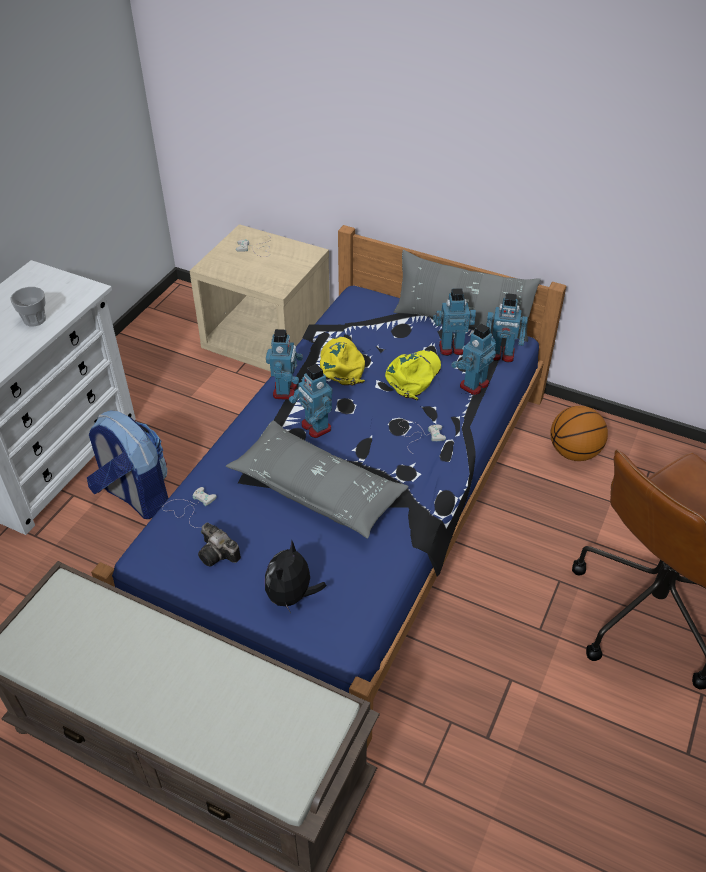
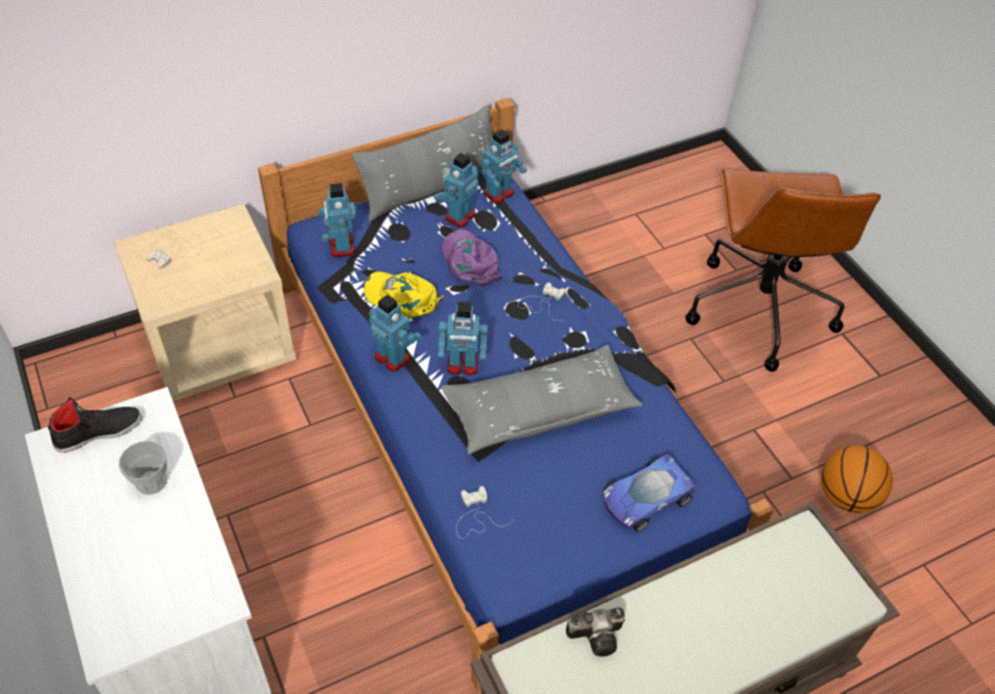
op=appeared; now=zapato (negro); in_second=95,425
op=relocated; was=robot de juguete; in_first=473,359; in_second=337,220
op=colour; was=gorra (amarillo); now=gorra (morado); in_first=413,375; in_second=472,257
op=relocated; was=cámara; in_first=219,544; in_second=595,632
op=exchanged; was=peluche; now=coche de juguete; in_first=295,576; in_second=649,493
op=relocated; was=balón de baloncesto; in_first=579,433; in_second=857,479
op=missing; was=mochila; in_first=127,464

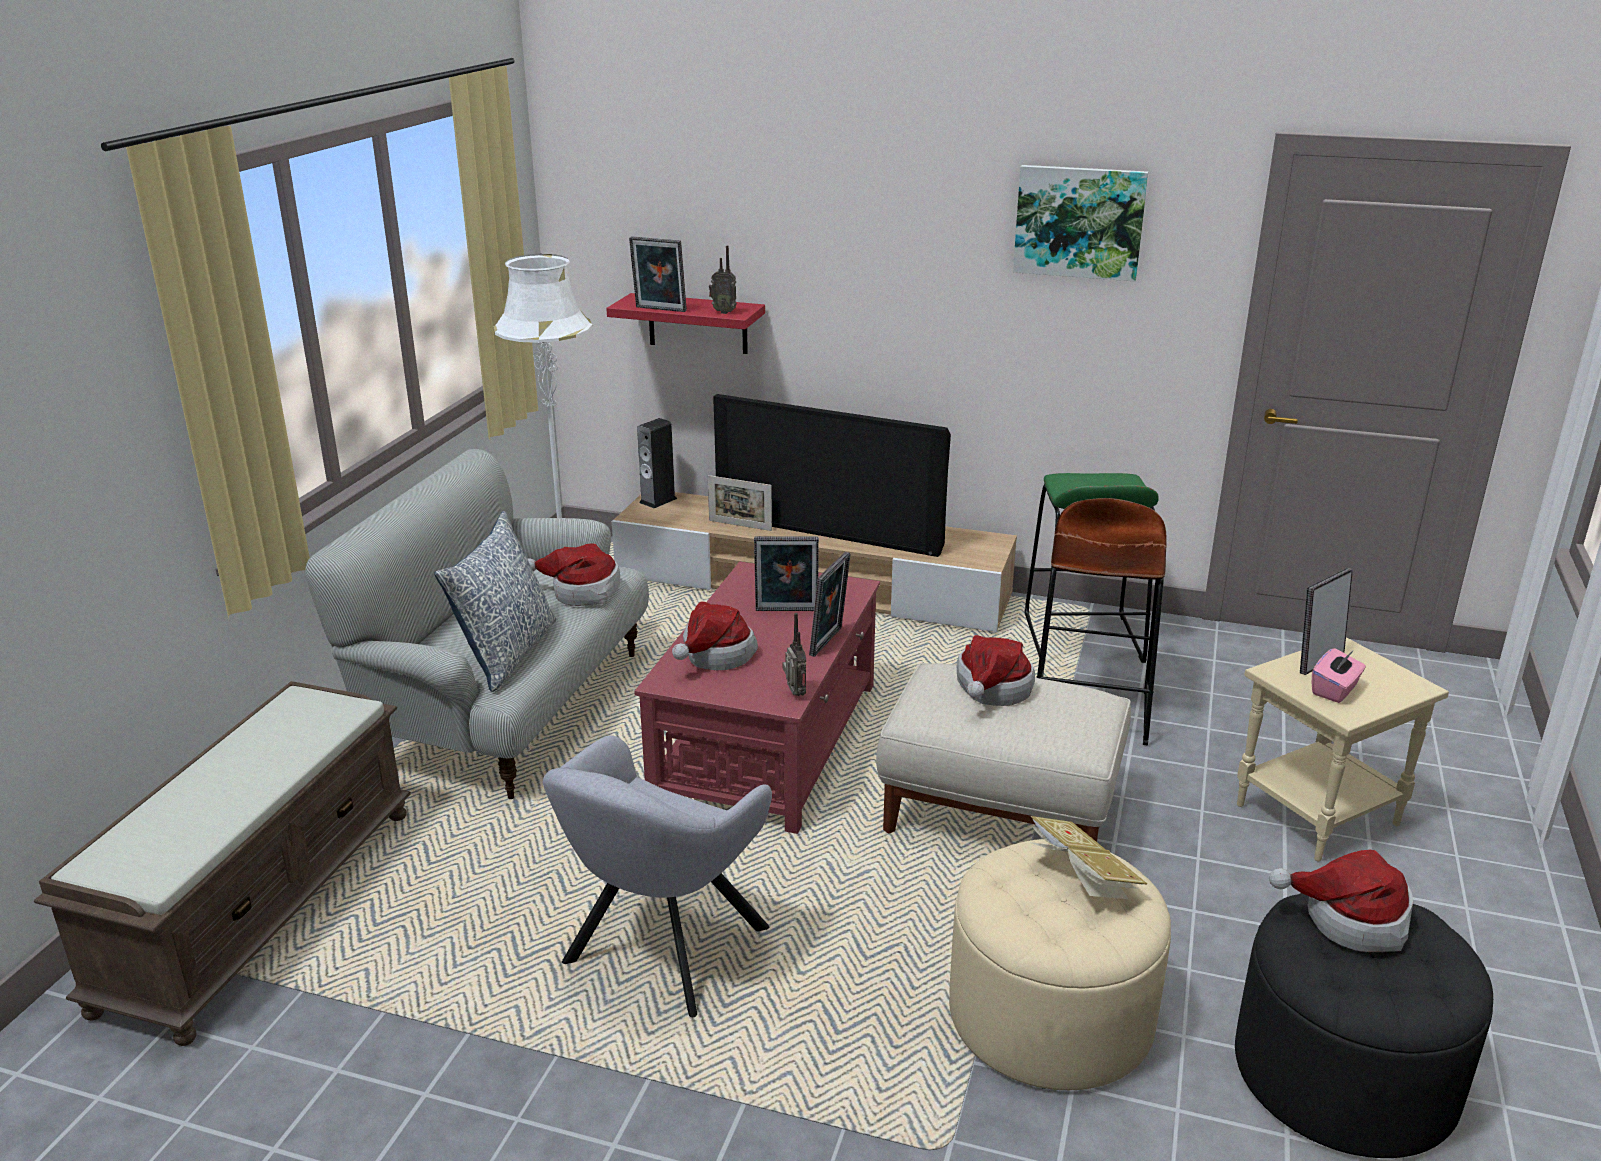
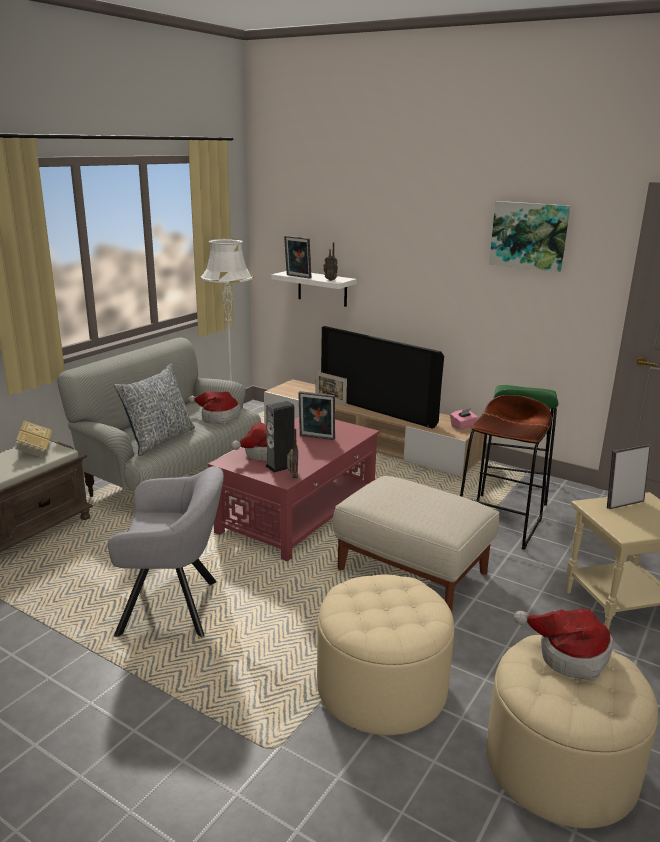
op=relocated; was=libro; in_first=1088,858; in_second=33,439
op=spun; was=sillón (gris); in_first=657,876; in_second=166,551; clockwise=-135
op=relocated; was=altavoz; in_first=657,463; in_second=280,437
op=colour; was=estante (rojo); now=estante (blanco); in_first=685,323; in_second=314,289
op=relocated; was=caja de pañuelos (rosa); in_first=1339,675; in_second=464,419
op=colour; was=puf (negro); now=puf (beis); in_first=1364,1025; in_second=572,732
op=missing; was=portarretratos; in_first=830,604
op=missing; was=sombrero; in_first=996,670

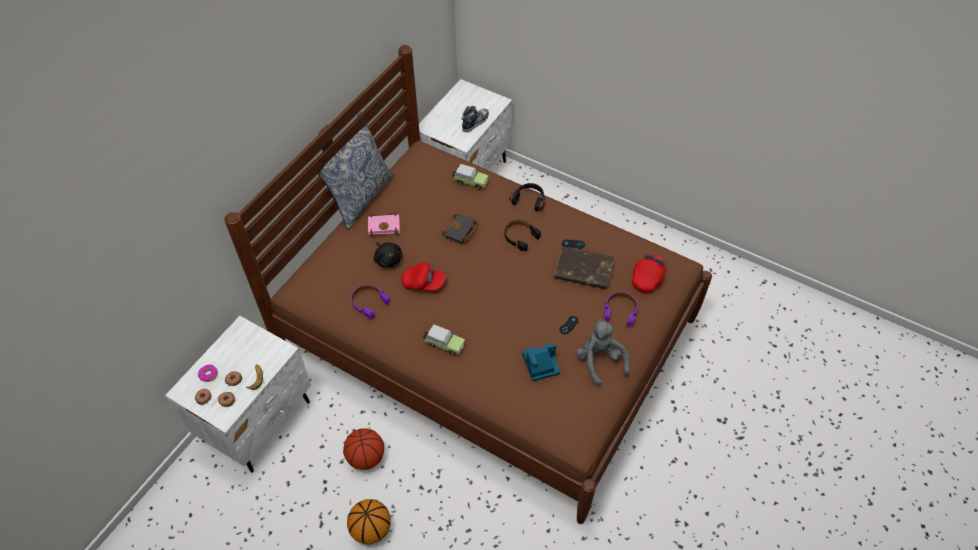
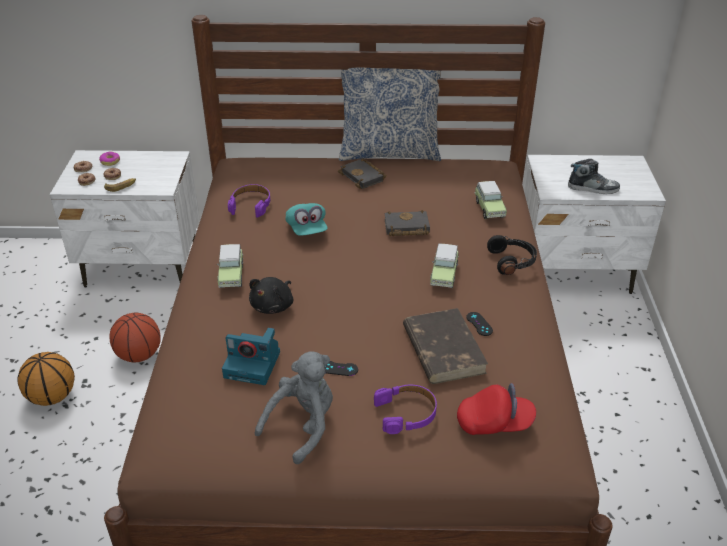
op=spun; was=cámara; in_first=541,362; in_second=251,356; clockwise=150
op=relocated; was=peluche (negro); in_first=388,255; in_second=271,295
op=colour; was=gorra (rojo); now=gorra (turquesa); in_first=423,276; in_second=306,219
op=colour; was=libro (rosa); now=libro (negro); in_first=384,224; in_second=362,174
op=exchanged; was=auriculares (negro); now=coche de juguete; in_first=522,235; in_second=444,265

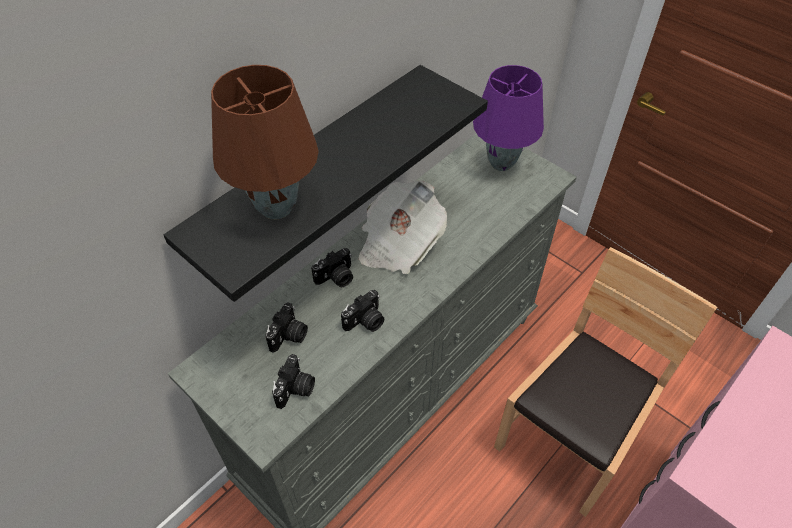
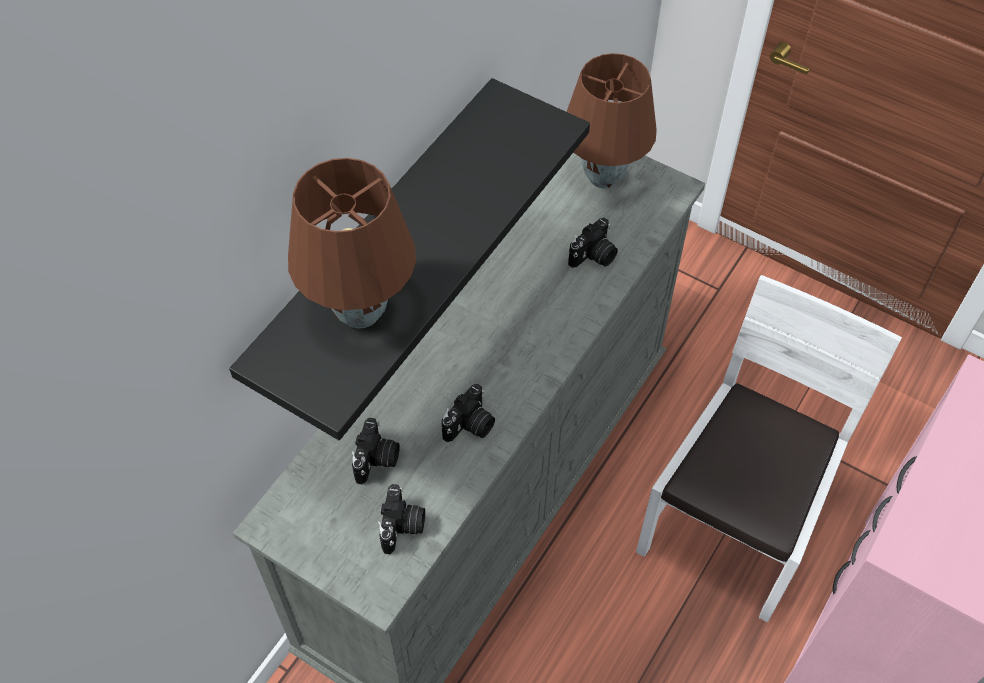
op=colour; was=lámpara de mesa (morado); now=lámpara de mesa (marrón); in_first=508,118; in_second=612,121
op=relocated; was=cámara; in_first=332,267; in_second=593,243
op=colour; was=silla (marrón); now=silla (blanco); in_first=605,382; in_second=769,448
op=missing; was=periódico; in_first=402,227

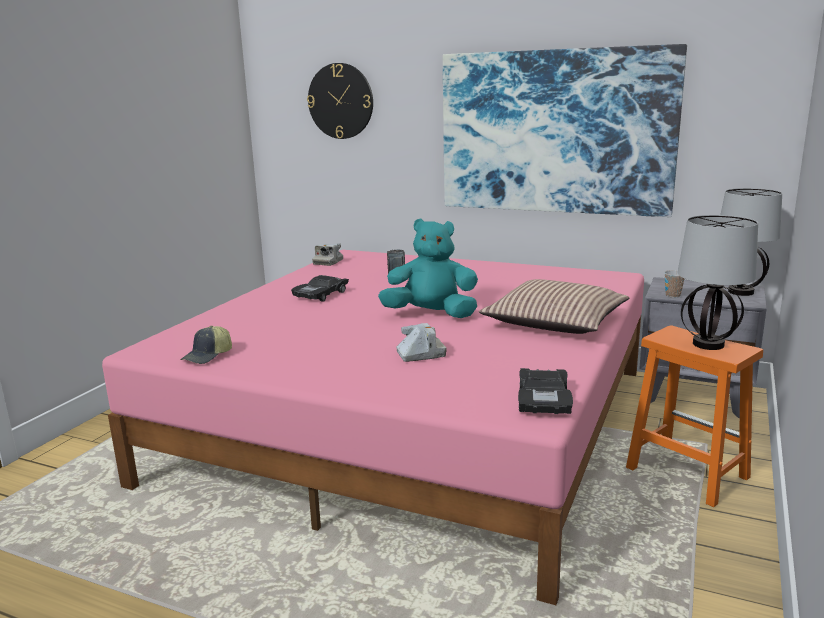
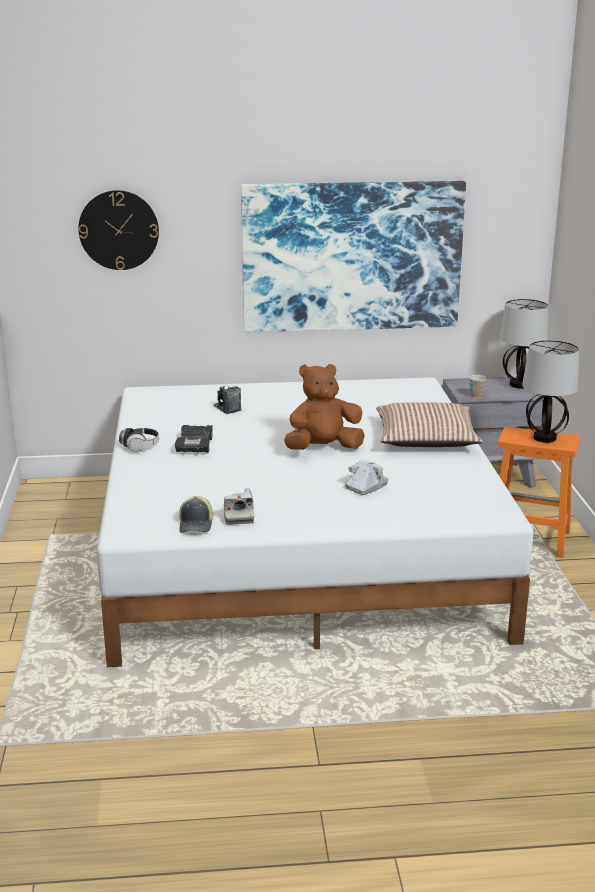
op=colour; was=cama (rosa); now=cama (blanco); in_first=373,427; in_second=314,522
op=appeared; now=auriculares; in_second=139,440
op=relocated; was=cámara; in_first=327,254; in_second=239,506
op=colour; was=peluche (turquesa); now=peluche (marrón); in_first=428,268; in_second=324,407
op=missing; was=coche de juguete (negro); in_first=545,391

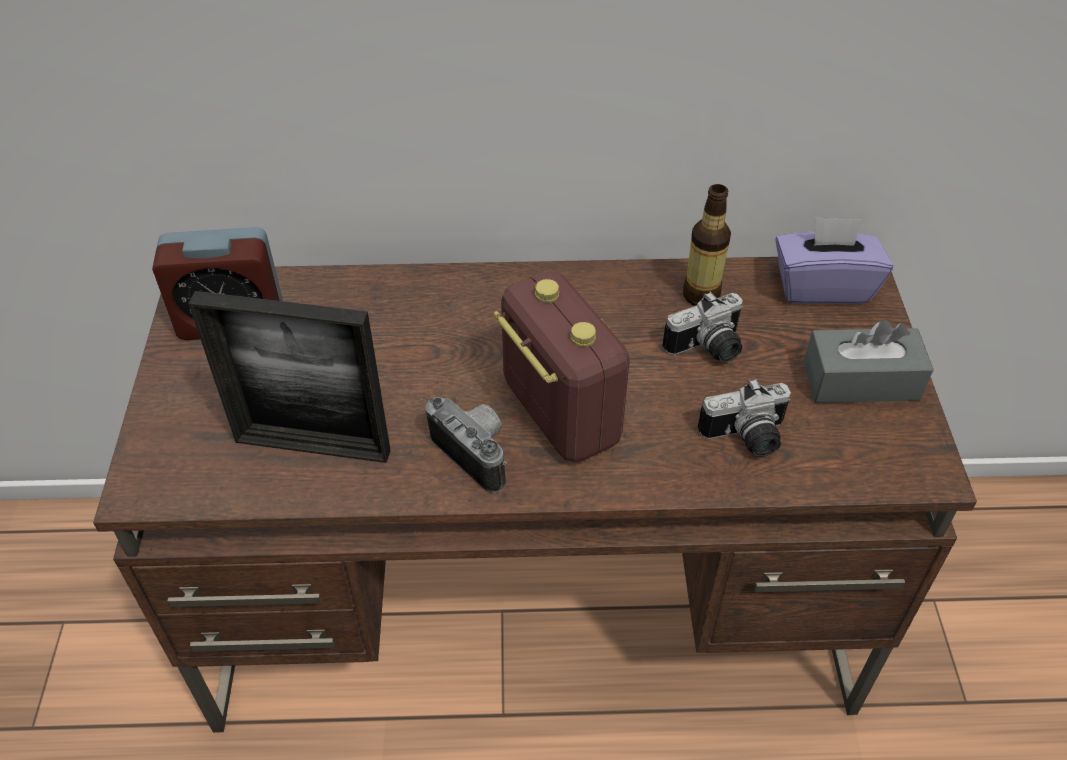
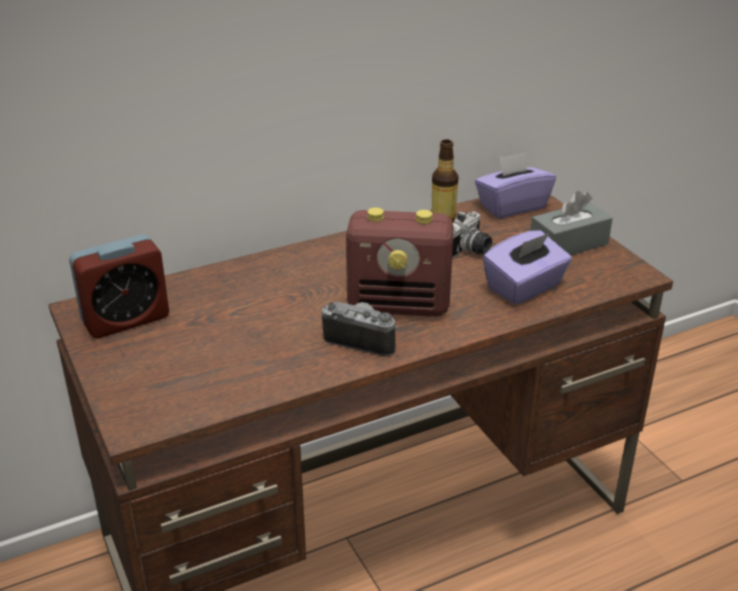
op=spun; was=radio; in_first=562,366; in_second=400,262; clockwise=150
op=exchanged; was=cámara; now=caja de pañuelos (morado); in_first=744,418; in_second=527,267
op=missing; was=portarretratos; in_first=289,377

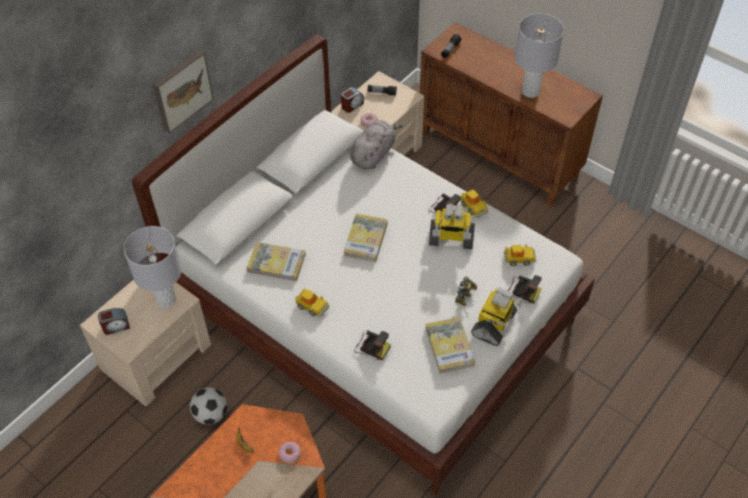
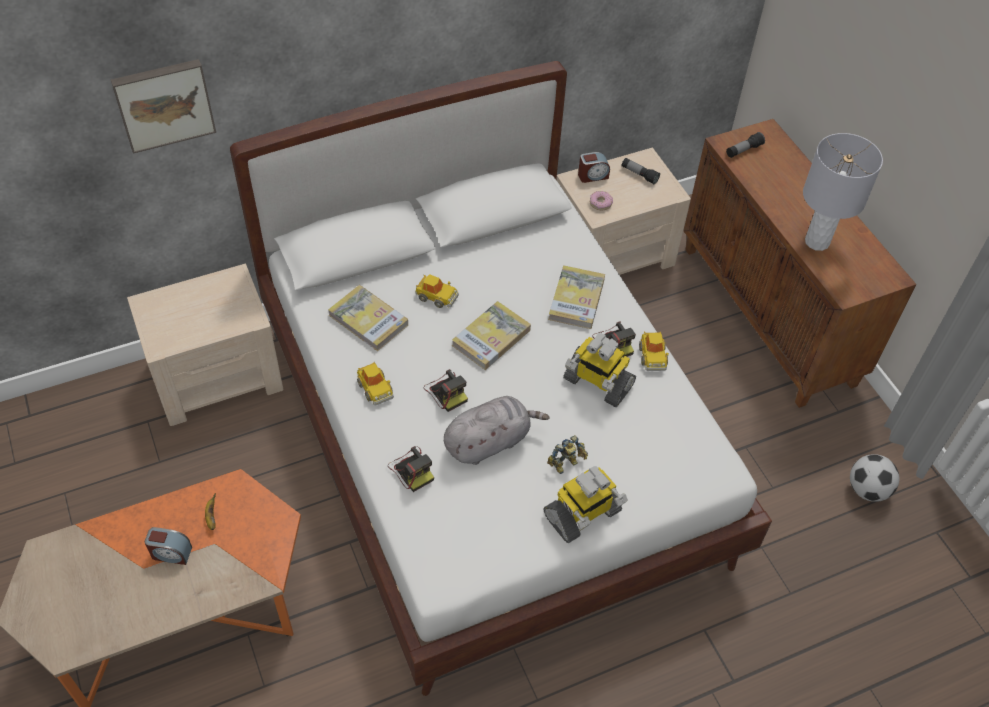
op=relocated; was=cuadro; in_first=183,91; in_second=163,106
op=relocated; was=despertador; in_first=114,321; in_second=168,546
op=relocated; was=coche de juguete; in_first=519,255; in_second=437,291
op=relocated; was=cámara; in_first=525,289; in_second=446,390
op=relocated; was=peluche (gris); in_first=376,144; in_second=497,430
op=relocated; was=libro; in_first=450,345; in_second=576,297
op=relocated; was=balón de fútbol; in_first=208,406; in_second=874,478
op=missing; was=lámpara de mesa (gris); in_first=153,267
op=missing; was=rosquilla; in_first=290,453

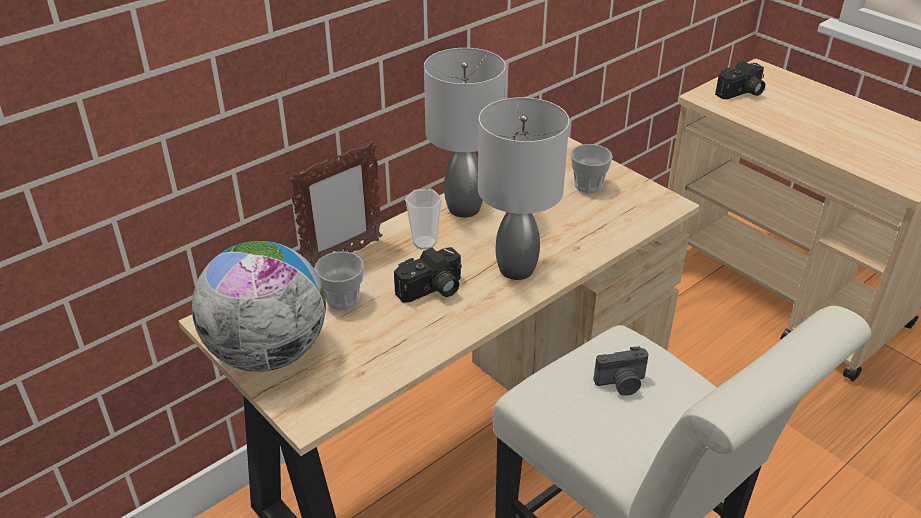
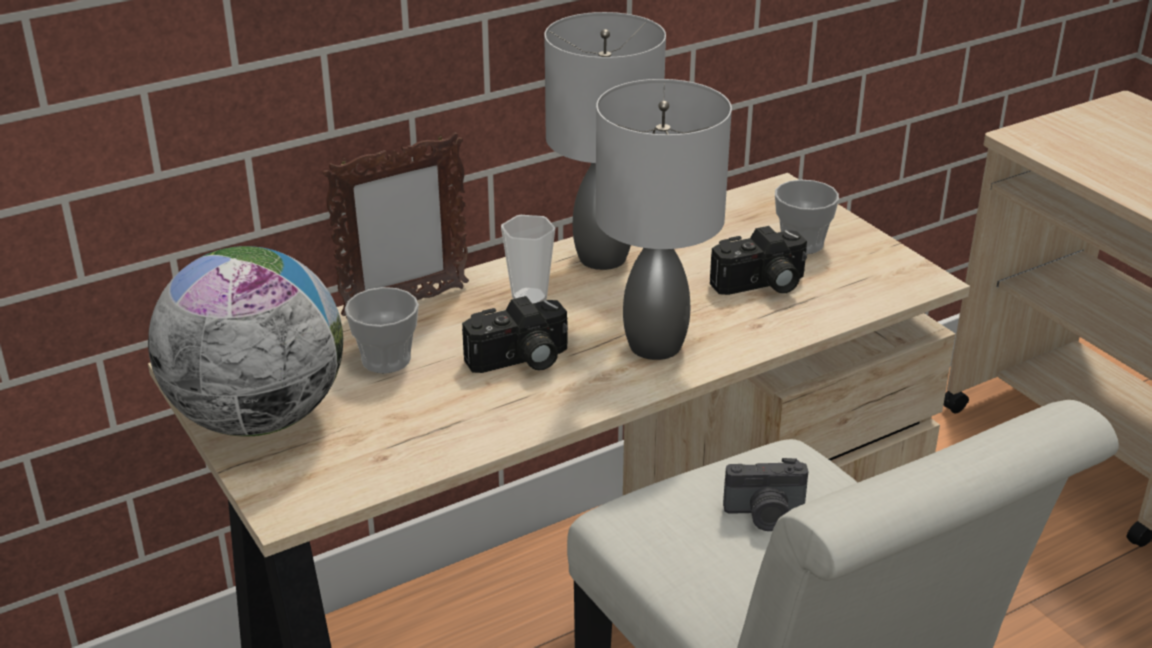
op=relocated; was=cámara; in_first=740,80; in_second=758,260

